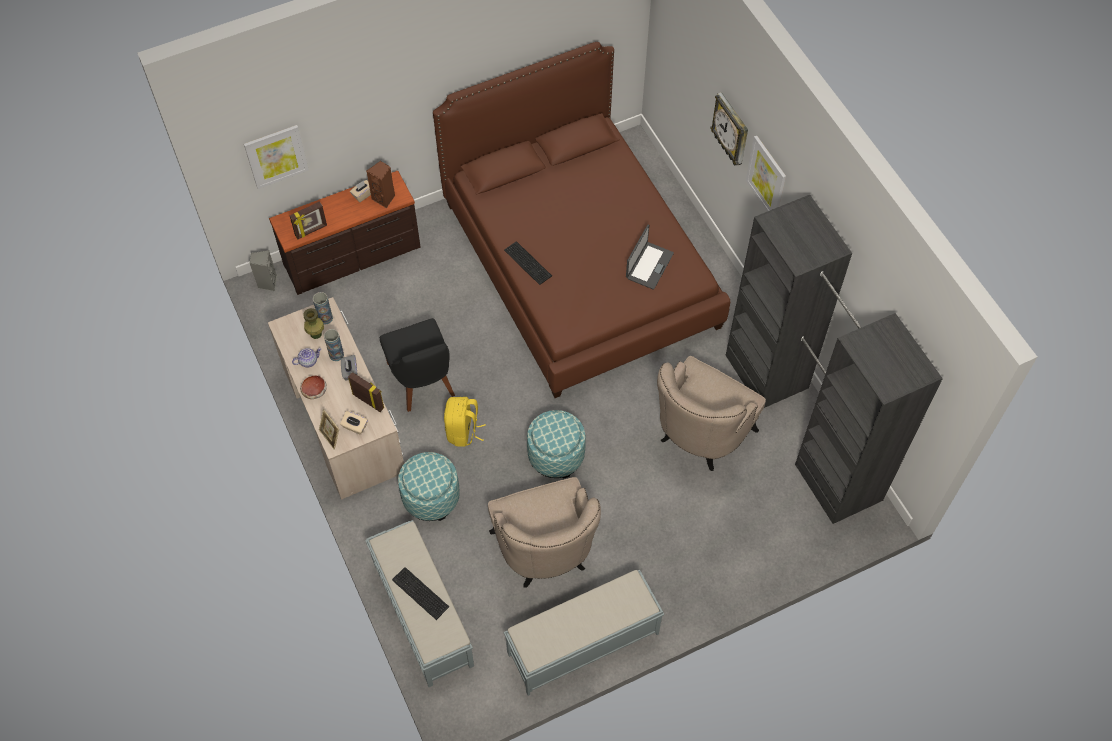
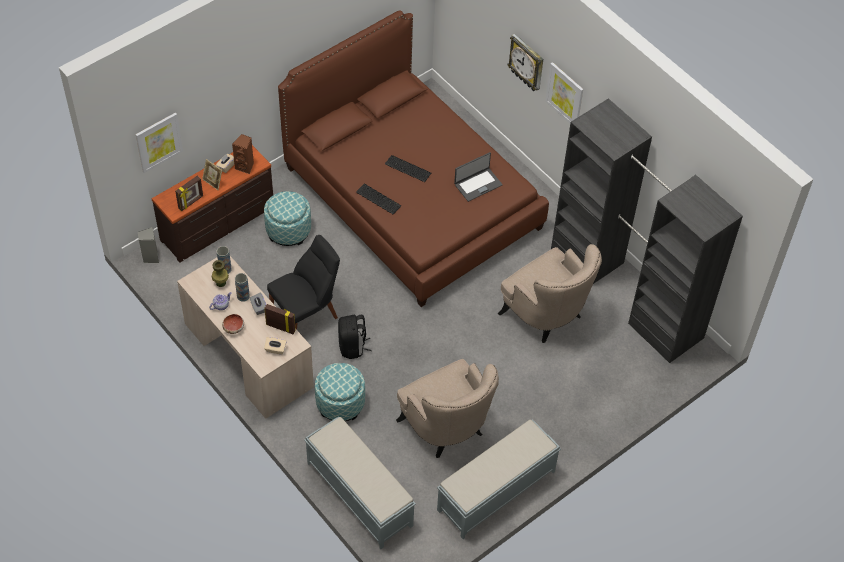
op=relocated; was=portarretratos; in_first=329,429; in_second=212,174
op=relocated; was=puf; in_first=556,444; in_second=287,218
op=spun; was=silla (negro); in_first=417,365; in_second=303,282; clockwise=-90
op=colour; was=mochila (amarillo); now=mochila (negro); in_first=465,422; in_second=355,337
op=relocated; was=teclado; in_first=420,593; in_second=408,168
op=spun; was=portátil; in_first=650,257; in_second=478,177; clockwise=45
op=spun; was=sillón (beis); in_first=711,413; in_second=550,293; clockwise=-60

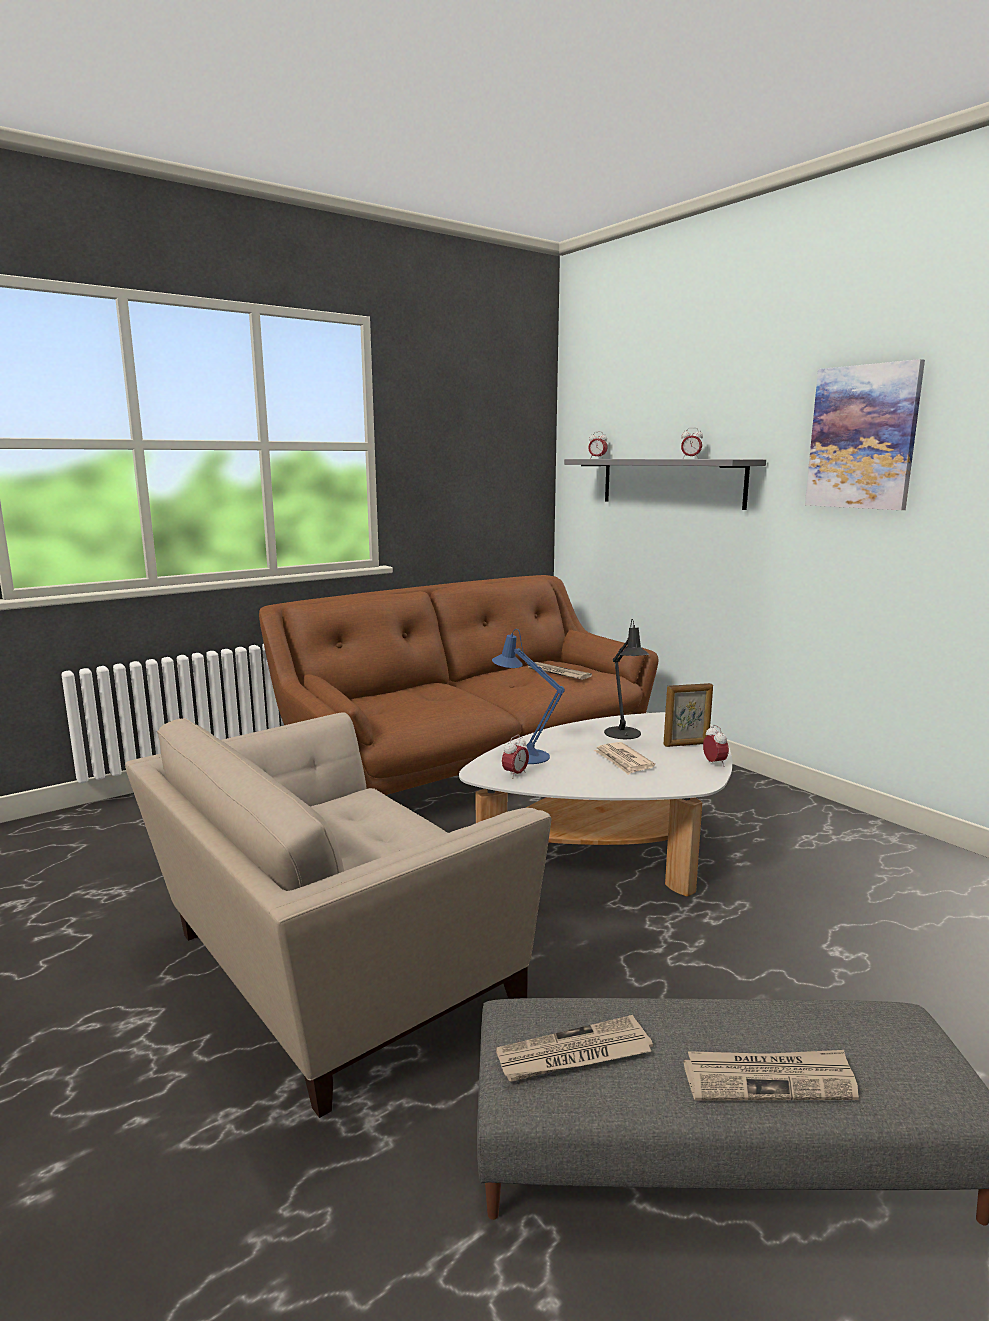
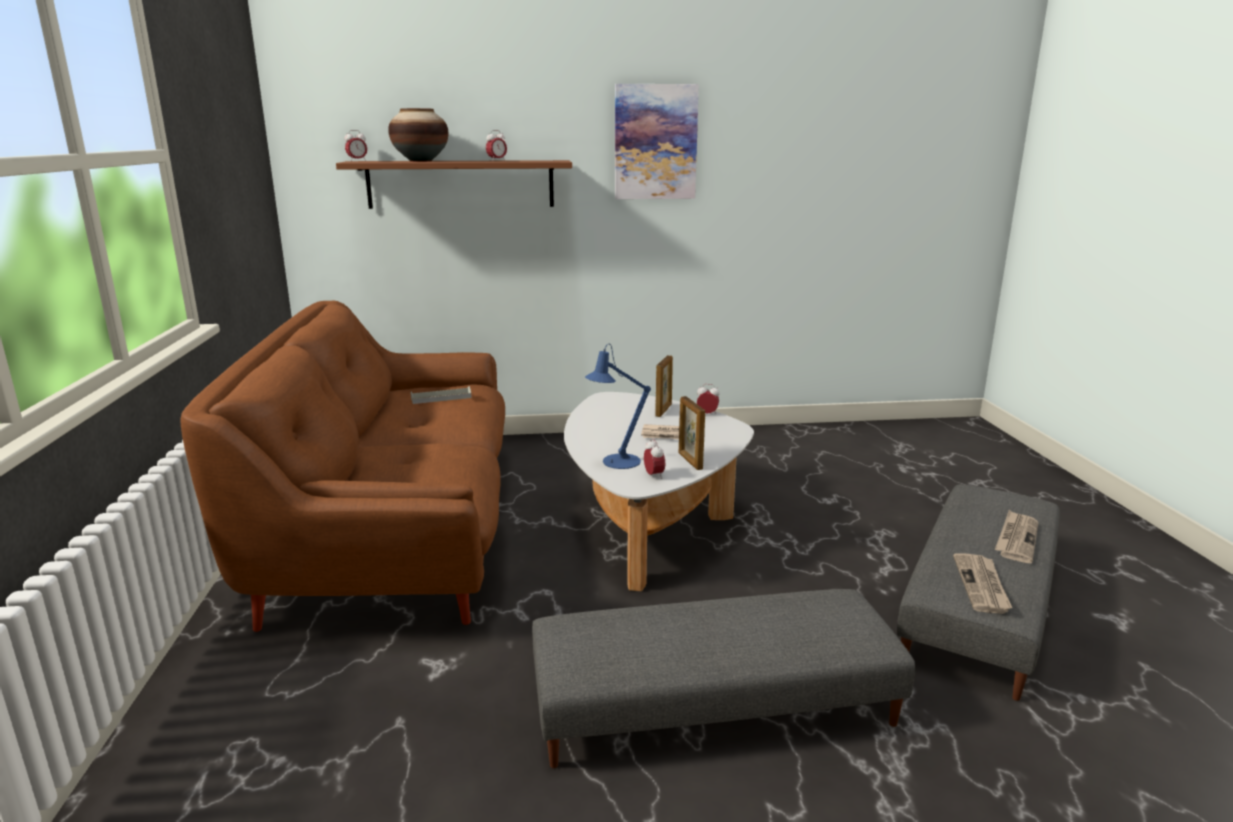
op=colour; was=estante (gris); now=estante (marrón); in_first=665,484; in_second=454,184
op=appeared; now=florero; in_second=418,135
op=exchanged; was=periódico; now=bandeja (gris); in_first=559,671; in_second=441,395
op=exchanged; was=sillón (beis); now=puf (gris); in_first=338,915; in_second=723,678
op=appeared; now=portarretratos; in_second=692,433
op=missing; was=lámpara de mesa (negro); in_first=626,679

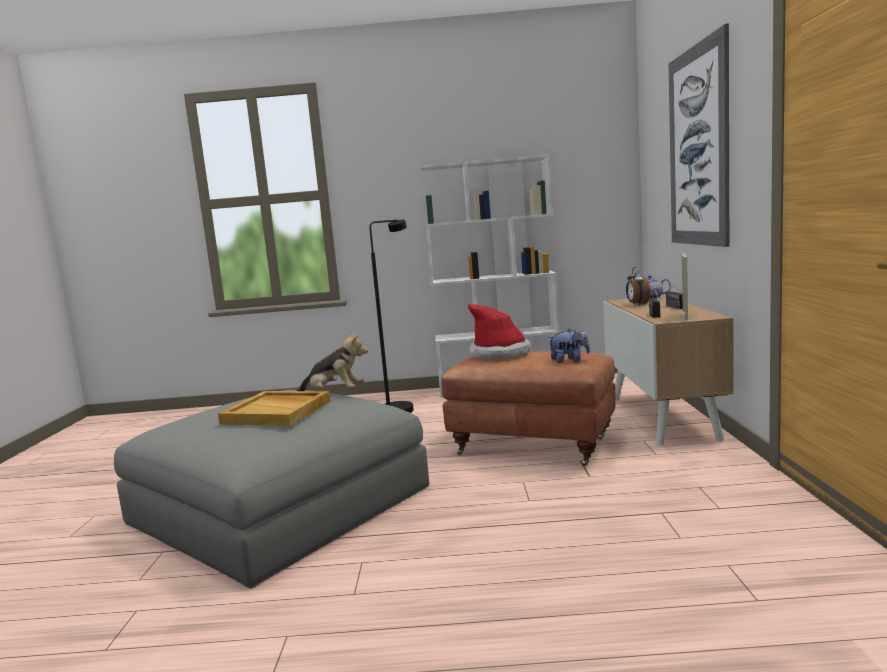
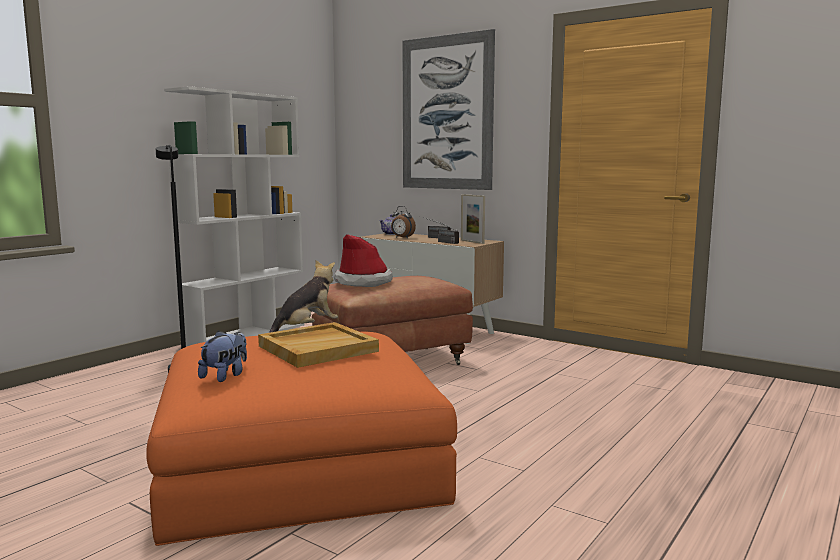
op=colour; was=puf (gris); now=puf (naranja); in_first=271,489; in_second=301,438
op=relocated; was=peluche; in_first=569,346; in_second=222,356

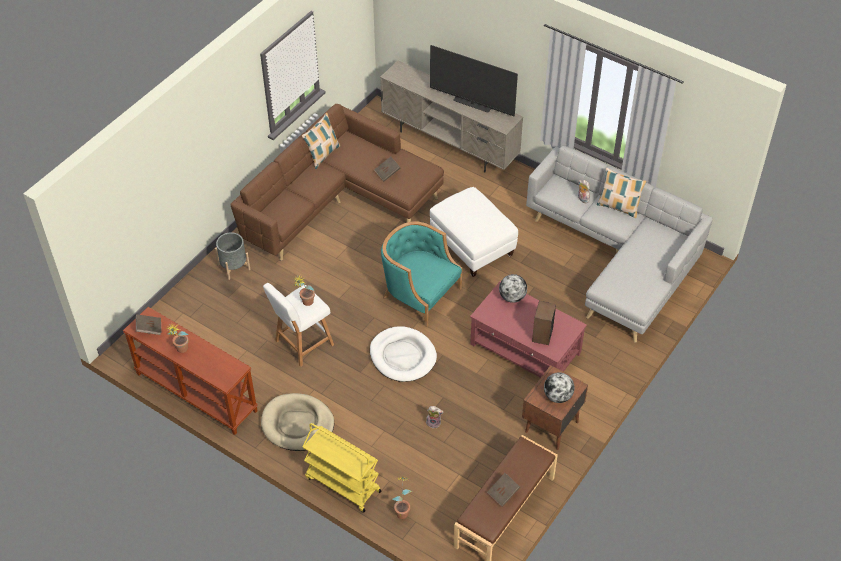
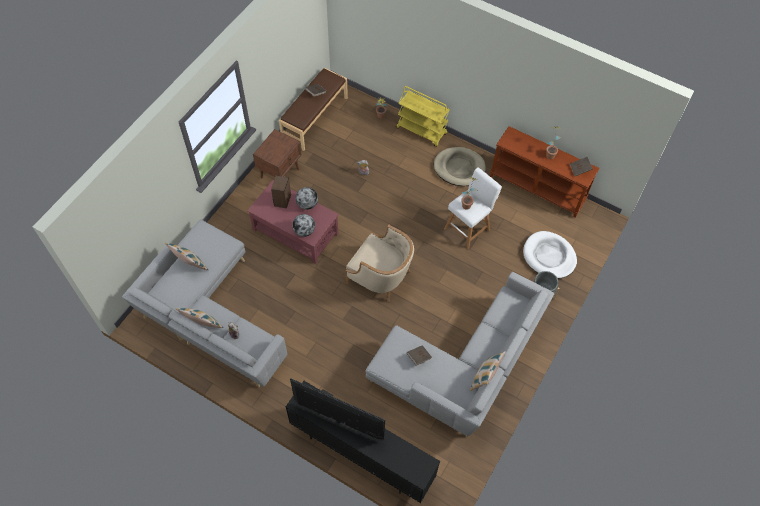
op=appeared; now=cojín; in_second=186,257
op=colour; was=mueble de televisión (beis); now=mueble de televisión (negro); in_first=451,117; in_second=363,442
op=relocated; was=globo terráqueo; in_first=559,387; in_second=307,198
op=colour; was=sillón (turquesa); now=sillón (beis); in_first=421,274; in_second=380,263
op=colour; was=sofá (marrón); now=sofá (gris); in_first=337,182; in_second=459,354
op=relocated; was=cama para perro (blanco); in_first=403,354; in_second=550,255
op=missing; was=puf (blanco); in_first=474,232

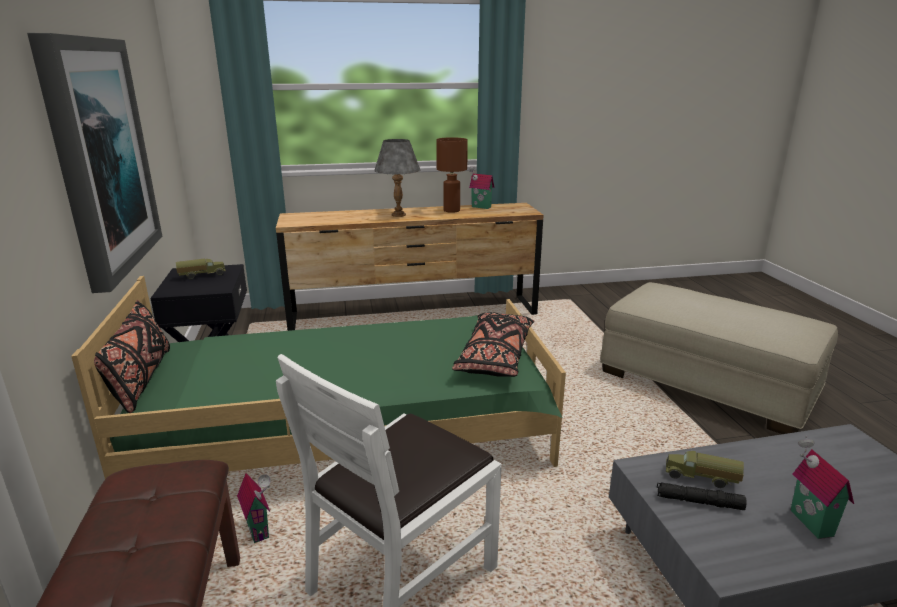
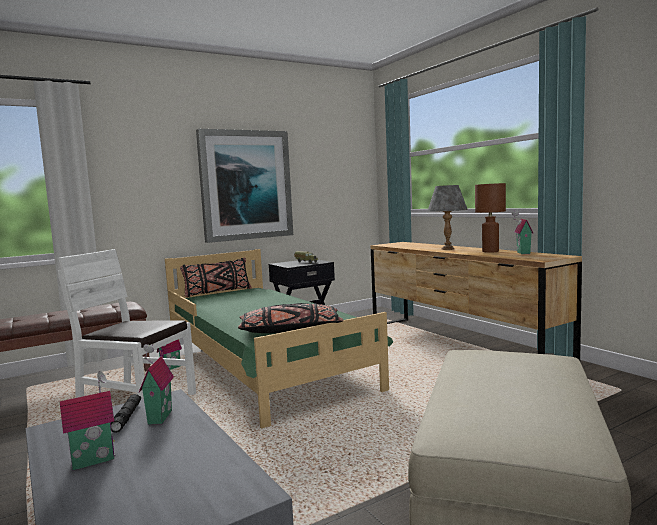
op=exchanged; was=camión de juguete; now=casita; in_first=705,469; in_second=156,384

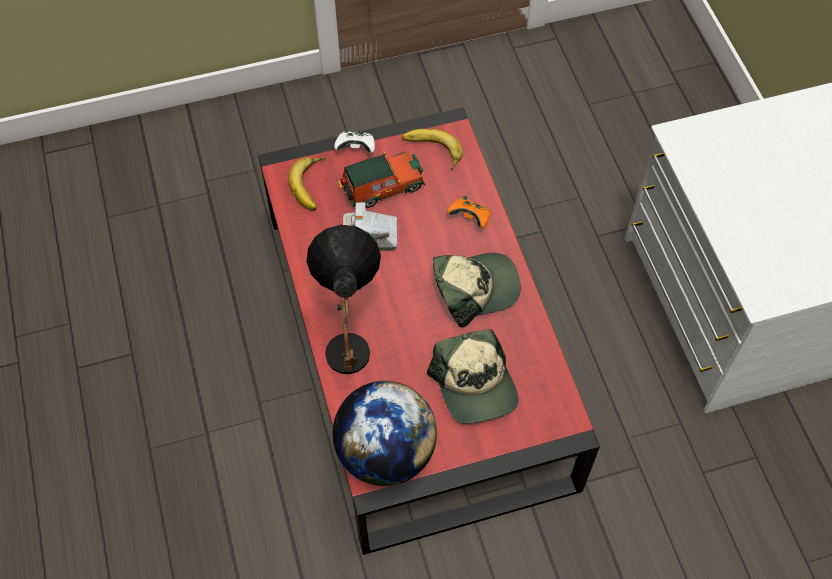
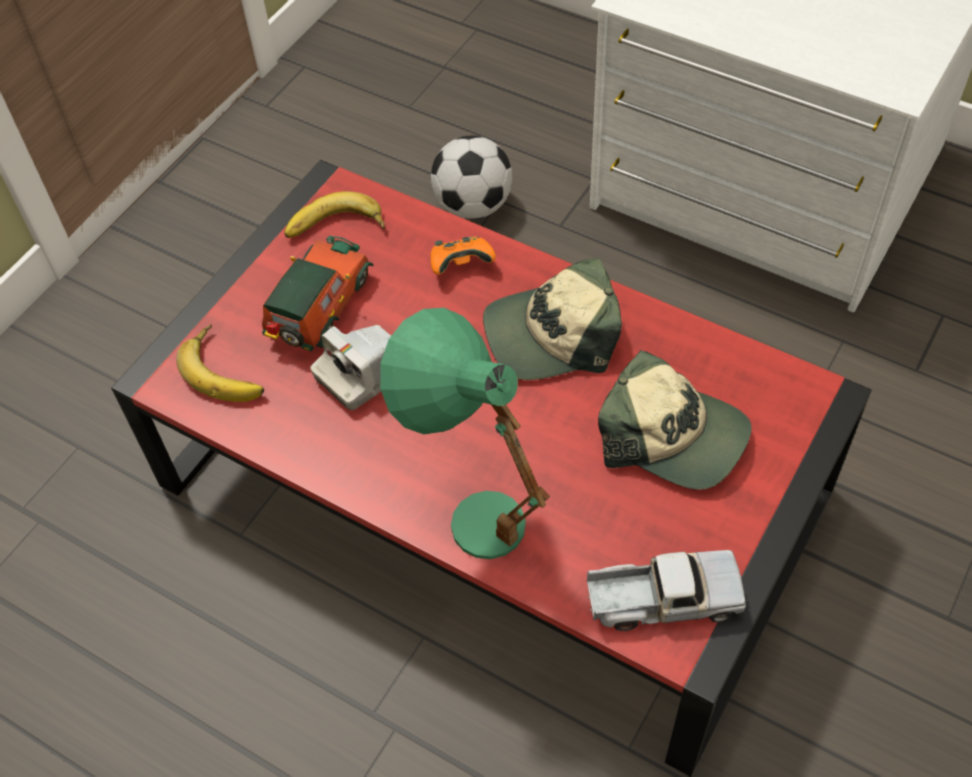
op=colour; was=lámpara de mesa (negro); now=lámpara de mesa (verde); in_first=344,299; in_second=465,433
op=appeared; now=balón de fútbol; in_second=471,177
op=spun; was=gorra; in_first=477,290; in_second=552,319; clockwise=-135
op=exchanged; was=globo terráqueo; now=camión de juguete; in_first=385,433; in_second=666,590
op=missing; was=mando de consola (blanco); in_first=354,141

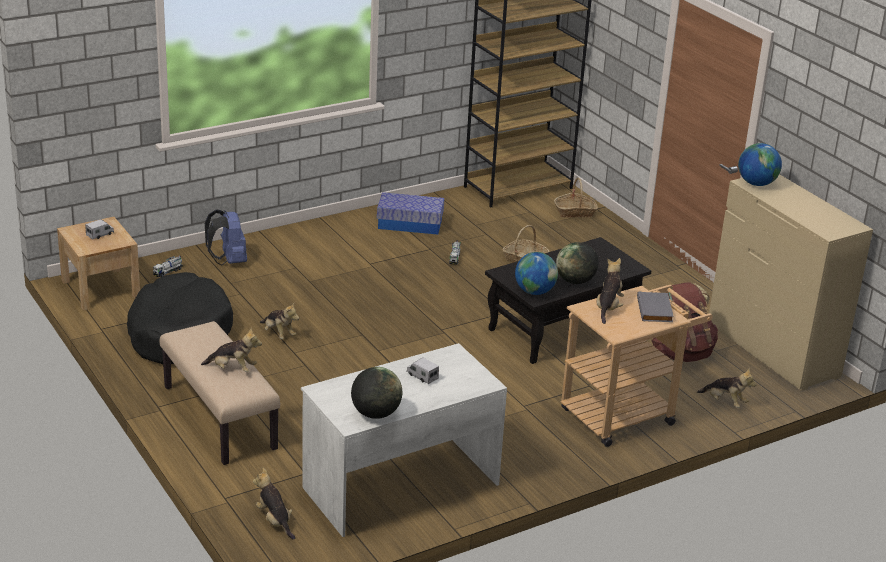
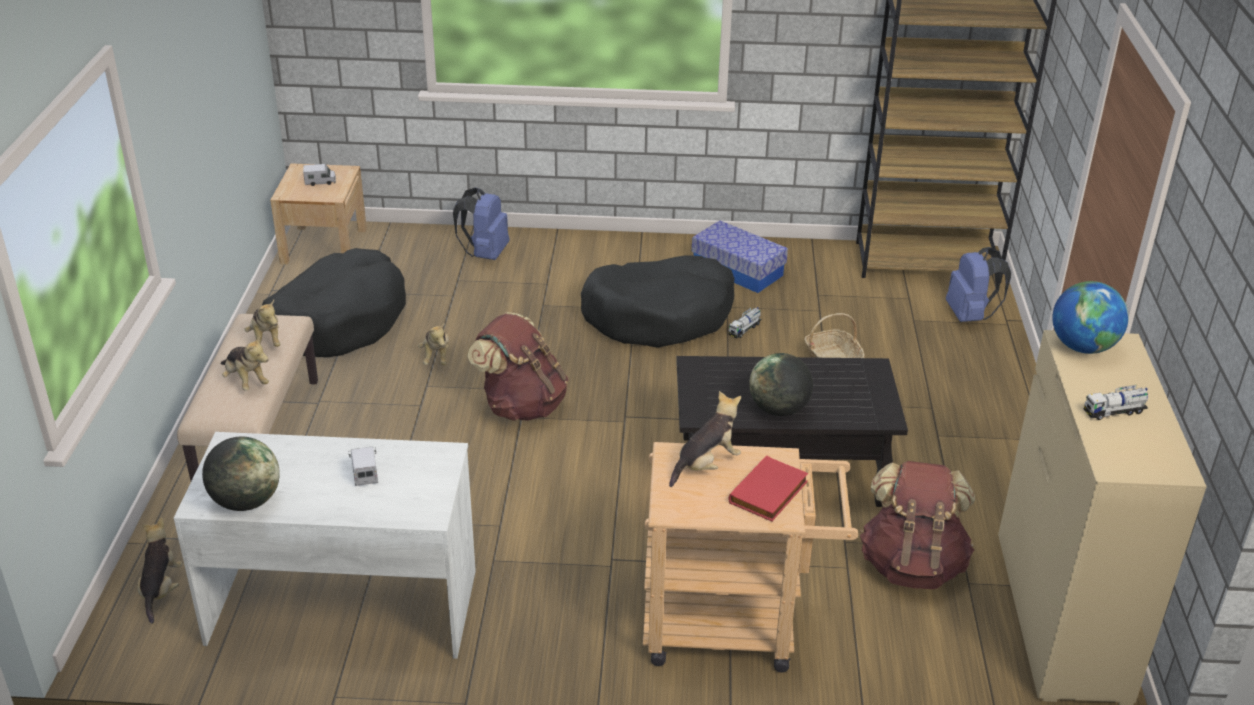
op=relocated; was=peluche; in_first=727,388; in_second=262,323
op=appeared; now=mochila (marrón); in_second=518,366
op=appeared; now=cama para perro (negro); in_second=658,301
op=colour; was=libro (gris); now=libro (rojo); in_first=655,306; in_second=768,488
op=exchanged; was=cesta; now=mochila (azul); in_first=576,198; in_second=978,284
op=relocated; was=camión de juguete; in_first=168,266; in_second=1116,402
op=missing; was=globo terráqueo; in_first=536,273

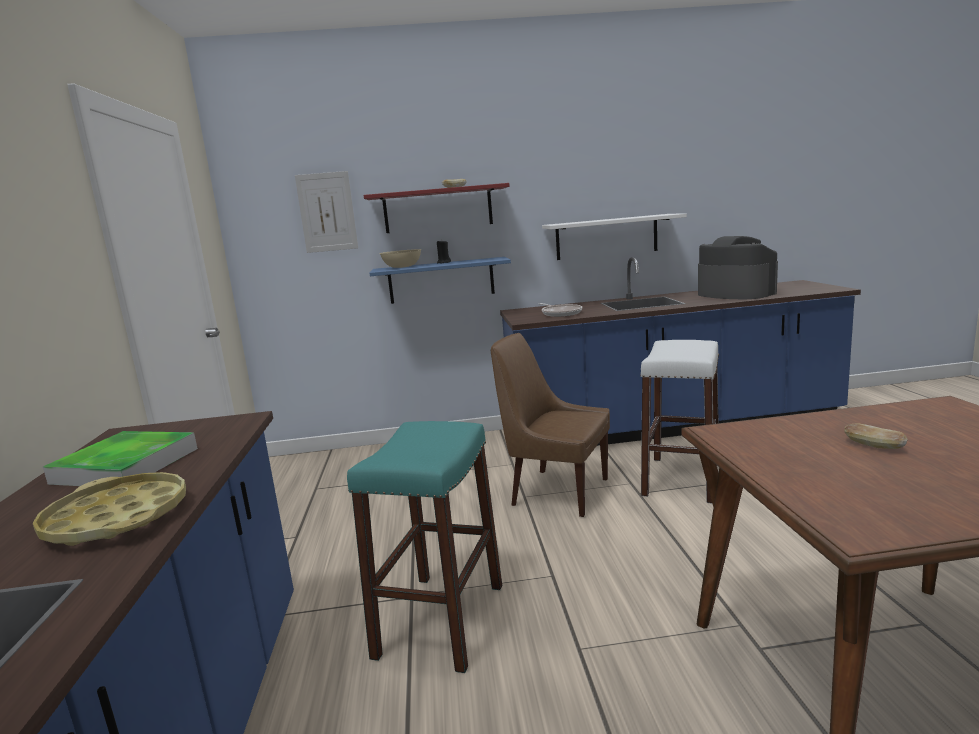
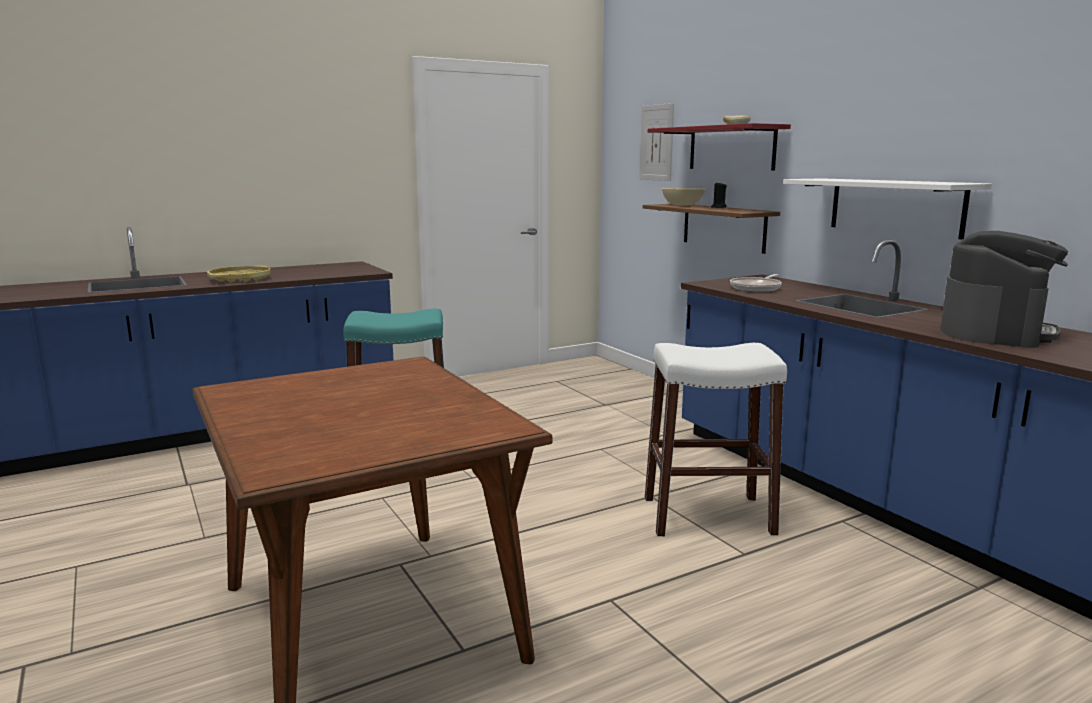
op=colour; was=estante (azul); now=estante (marrón); in_first=440,280; in_second=711,229
op=missing; was=bandeja; in_first=120,458
op=missing; was=silla (marrón); in_first=550,425
op=missing; was=pan; in_first=876,436

